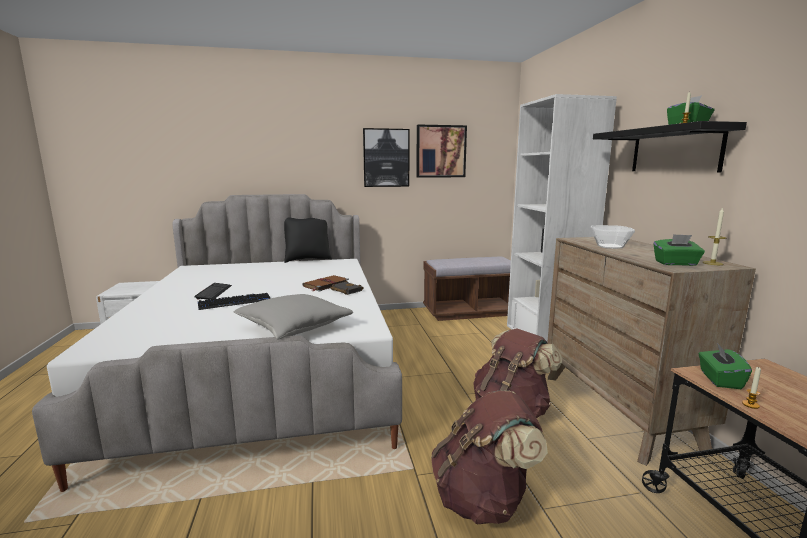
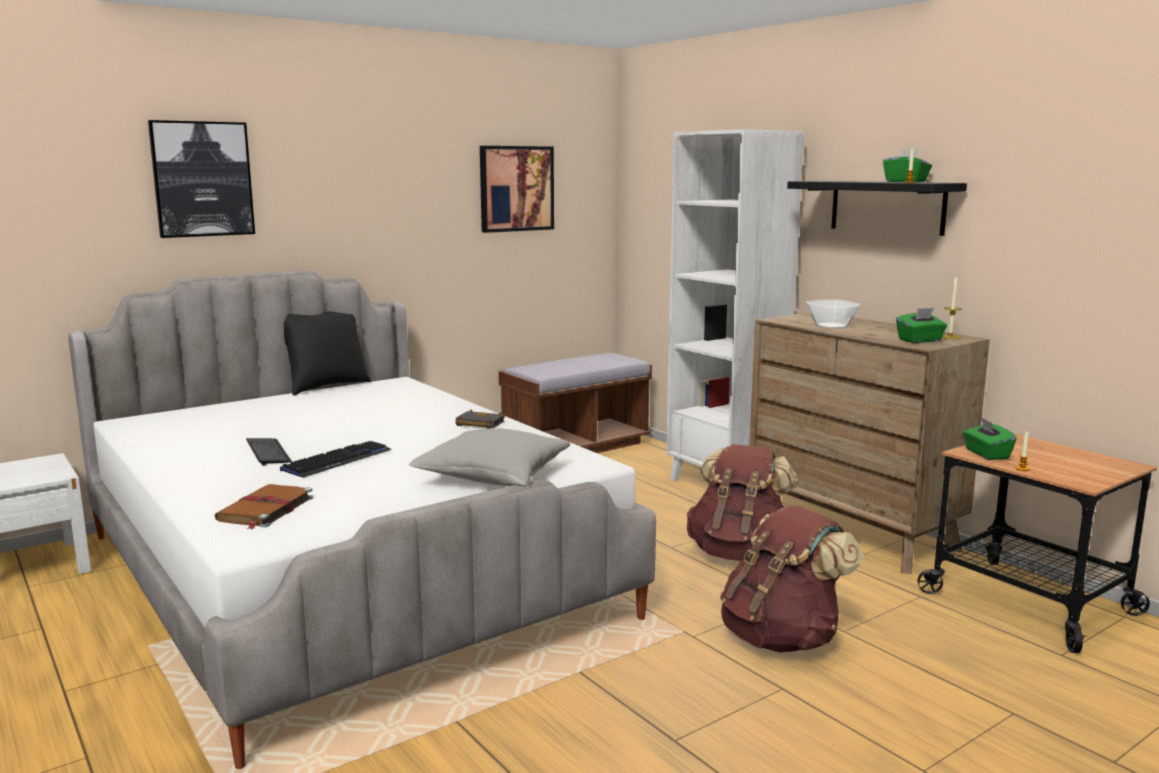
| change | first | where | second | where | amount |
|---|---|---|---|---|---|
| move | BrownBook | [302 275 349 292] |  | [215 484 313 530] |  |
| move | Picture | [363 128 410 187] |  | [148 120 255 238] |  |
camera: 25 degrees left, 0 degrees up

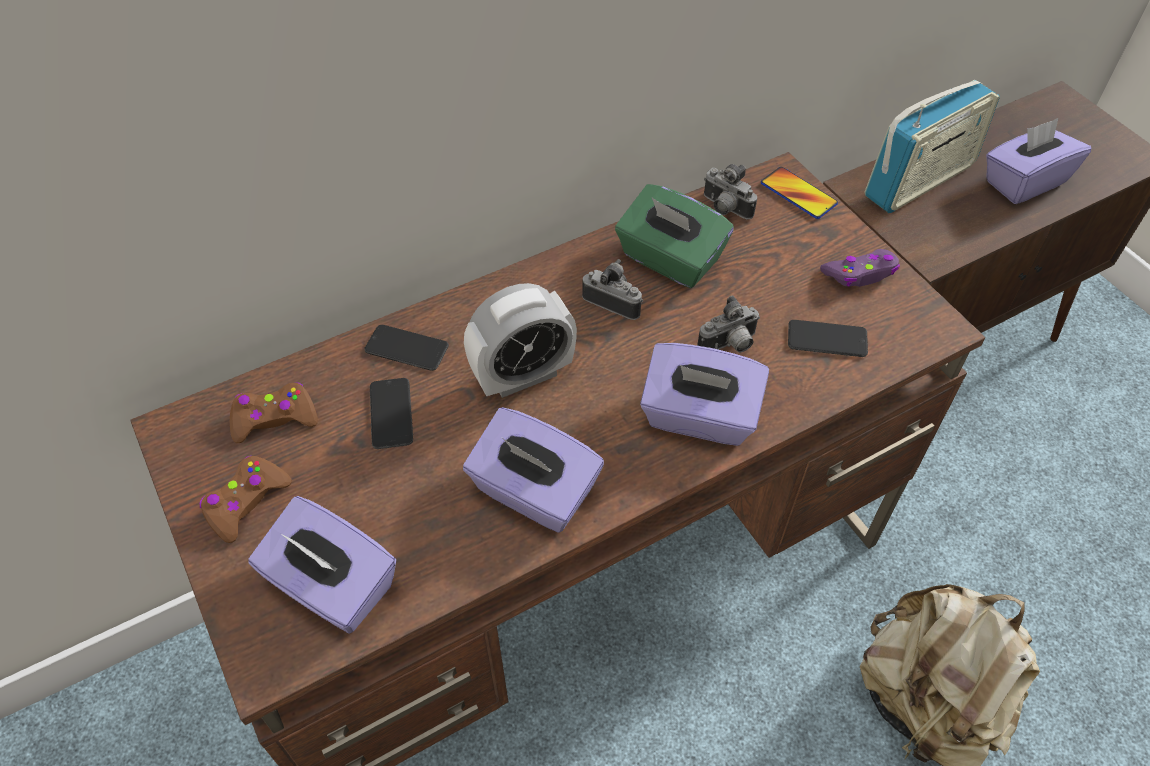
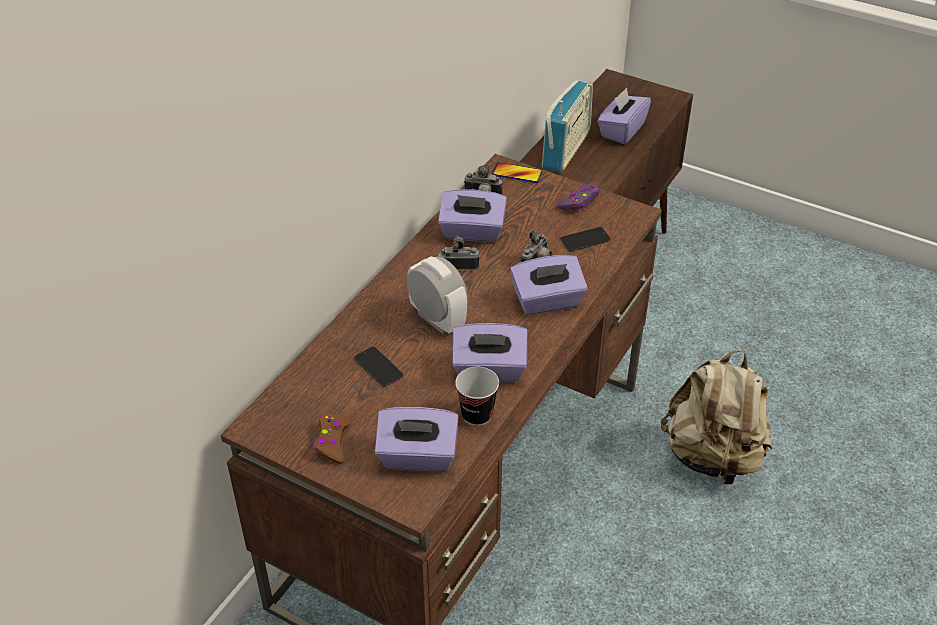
| change | first | where | second | where | amount |
|---|---|---|---|---|---|
| delete | BrownGameController | [230 382 318 443] |  |  |  |
| delete | Phone | [364 325 449 371] |  |  |  |
| insert |  |  | Cup | [455 367 499 426] |  |
| recolor | GreenTissueBox | [615 184 734 288] | PurpleTissueBox | [438 189 507 242] |  |
| rotate | AlarmClock | [464 283 577 398] |  | [407 256 468 334] | 75 degrees counterclockwise |
camera: 30 degrees left, 10 degrees down

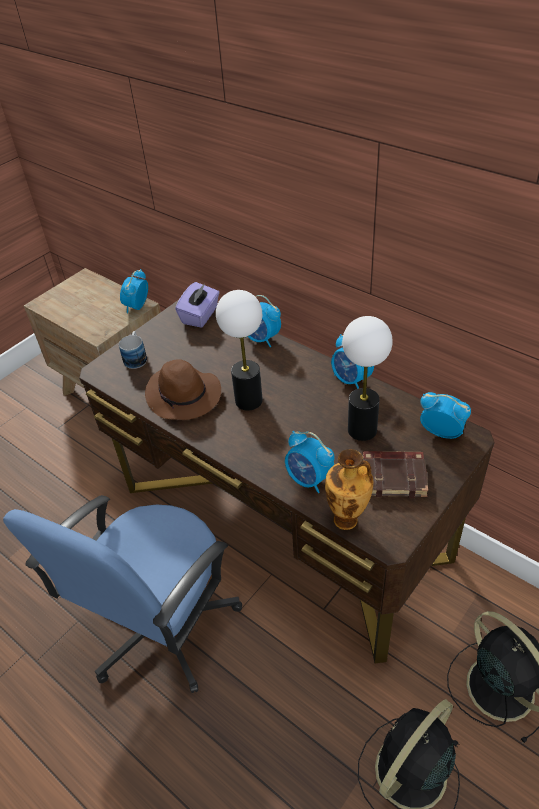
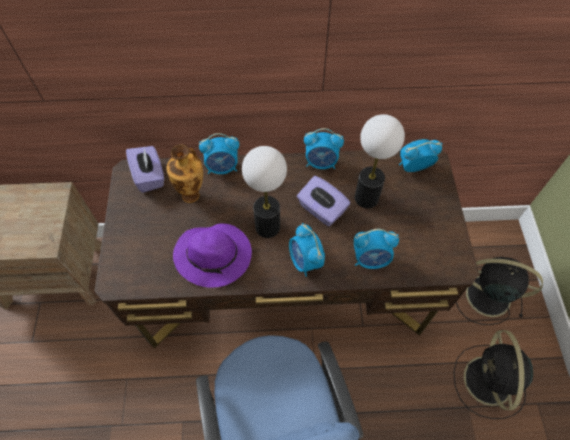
| change | first | where | second | where | amount |
|---|---|---|---|---|---|
| delete | Mug | [119 331 147 369] |  |  |  |
| delete | BrownBook | [363 451 428 498] |  |  |  |
| insert |  |  | PurpleTissueBox | [297 176 350 227] |  |
| move | AlarmClock | [120 269 148 313] |  | [289 223 325 277] |  |
| move | Vase | [325 449 373 530] |  | [166 144 203 203] |  |
| recolor | BrownHat | [145 359 221 420] | PurpleHat | [173 223 252 288] |  |
camera: 45 degrees left, 15 degrees up

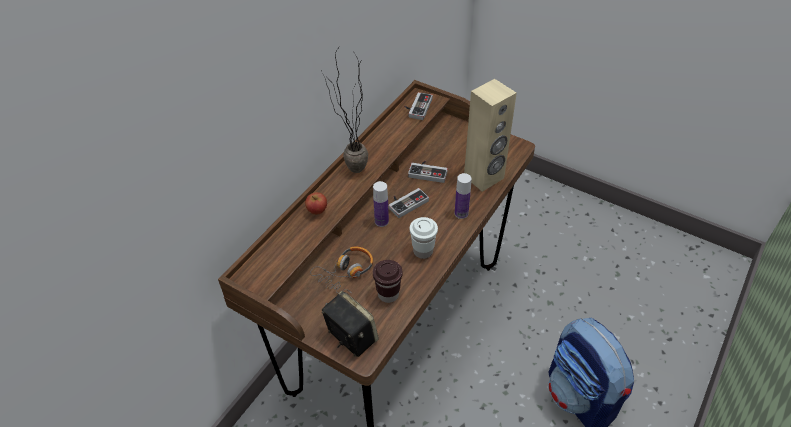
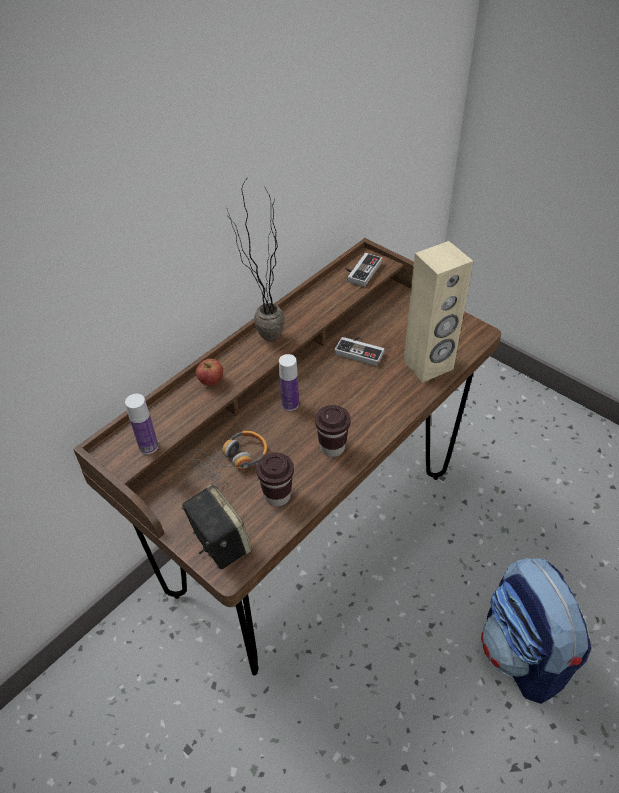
| change | first | where | second | where | amount |
|---|---|---|---|---|---|
| delete | GameController | [389 188 429 218] |  |  |  |
| move | Bottle | [455 173 471 219] |  | [125 394 158 454] |  |
| recolor | WhiteCup | [410 217 438 259] | BrownCup | [315 405 351 457] |  |
camera: 10 degrees right, 0 degrees up

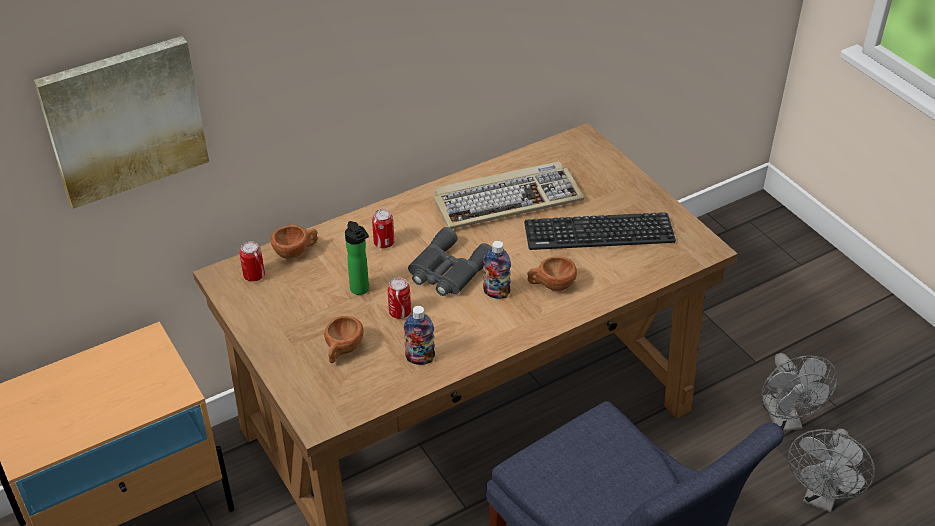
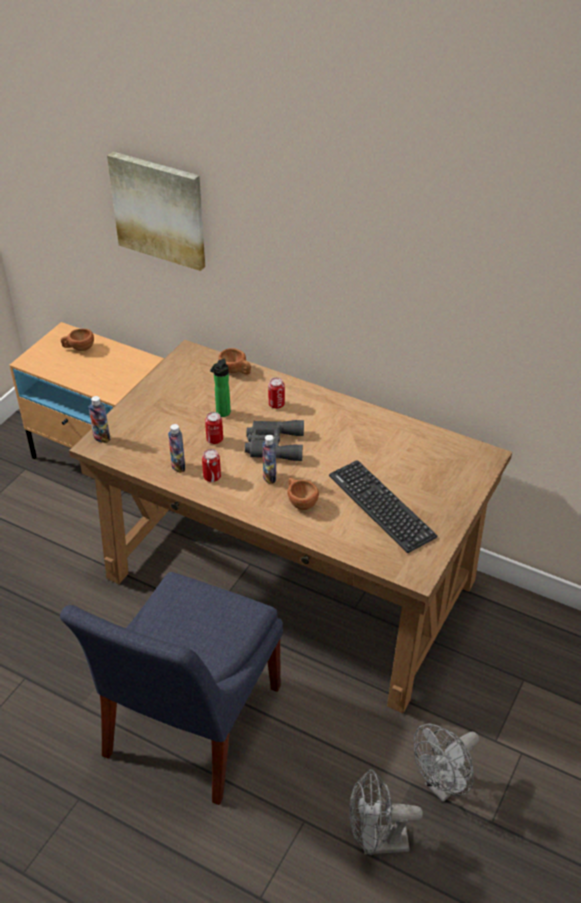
| change | first | where | second | where | amount |
|---|---|---|---|---|---|
| delete | Keyboard | [434 162 584 229] |  |  |  |
| insert |  |  | Bottle | [88 396 110 443] |  |
| move | Can | [240 241 265 282] |  | [202 449 221 482] |  |
| move | BrownCup | [324 316 364 363] |  | [61 329 94 351] |  |
camera: 60 degrees right, 0 degrees up

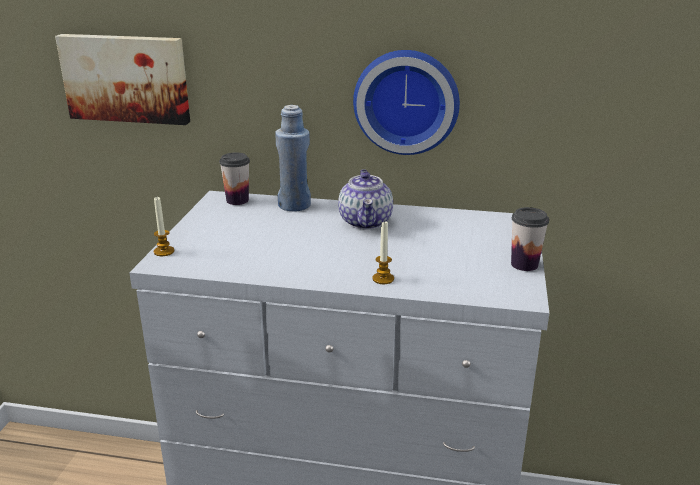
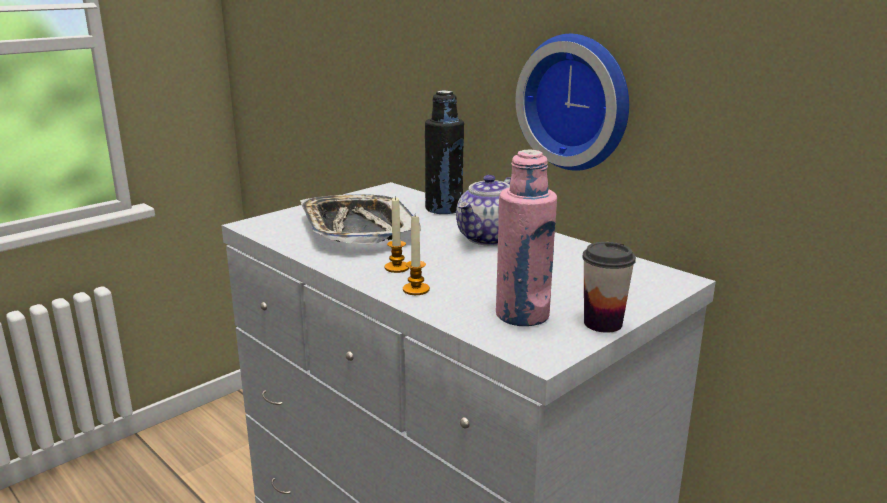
| change | first | where | second | where | amount |
|---|---|---|---|---|---|
| delete | Picture | [55 34 190 125] |  |  |  |
| delete | Cup | [219 152 250 205] |  |  |  |
| insert |  |  | Tray | [300 194 421 244] |  |
| insert |  |  | PinkBottle | [496 149 557 326] |  |
| move | Candle | [154 197 174 256] |  | [385 196 409 273] |  |
| recolor | BlueBottle | [275 105 311 211] | BlackBottle | [425 91 464 214] |  |
camera: 35 degrees right, 5 degrees down

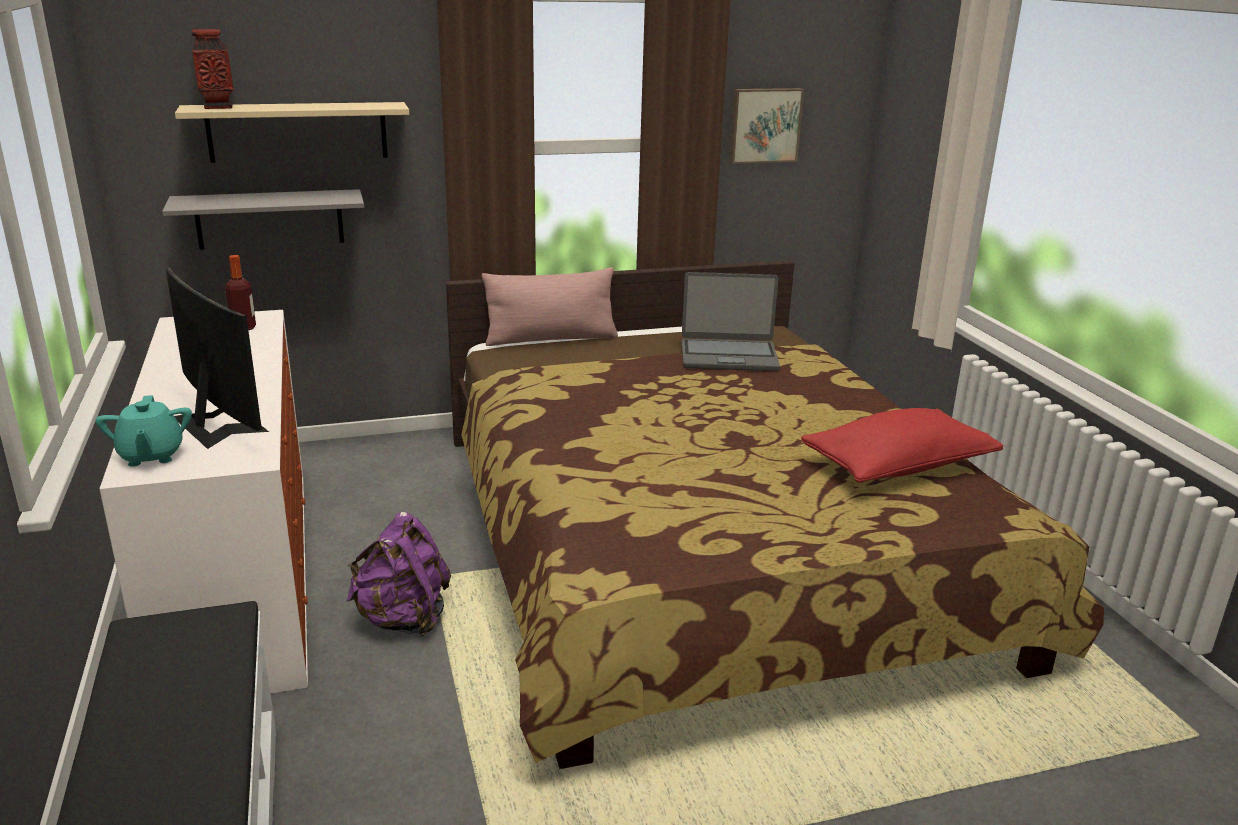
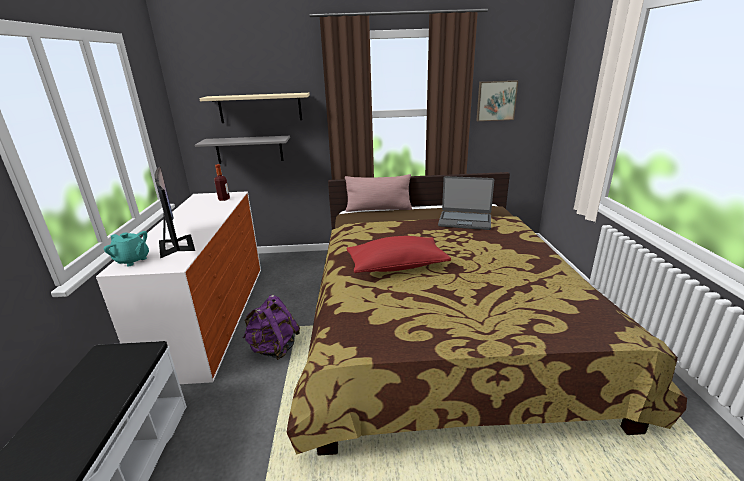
| change | first | where | second | where | amount |
|---|---|---|---|---|---|
| delete | Vase | [191 29 233 109] |  |  |  |
| move | RedPillow | [801 408 1003 483] |  | [346 236 451 273] |  |
| rotate | TurquoiseTeapot | [95 395 192 467] |  | [104 231 149 266] | 60 degrees counterclockwise |
camera: 15 degrees right, 0 degrees up

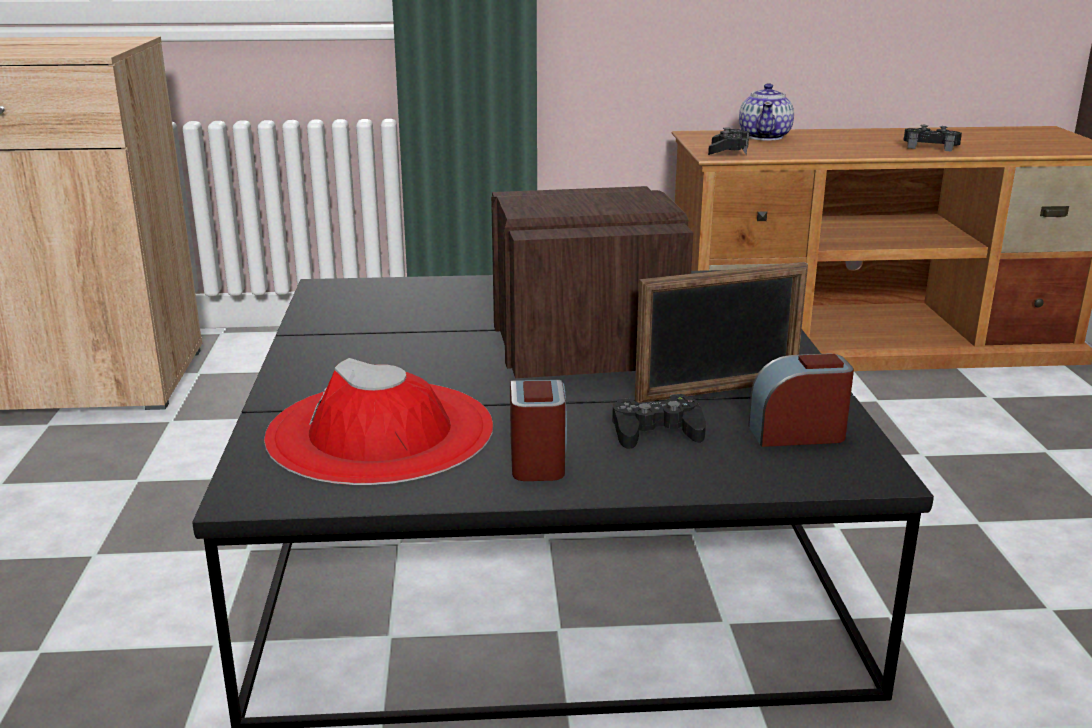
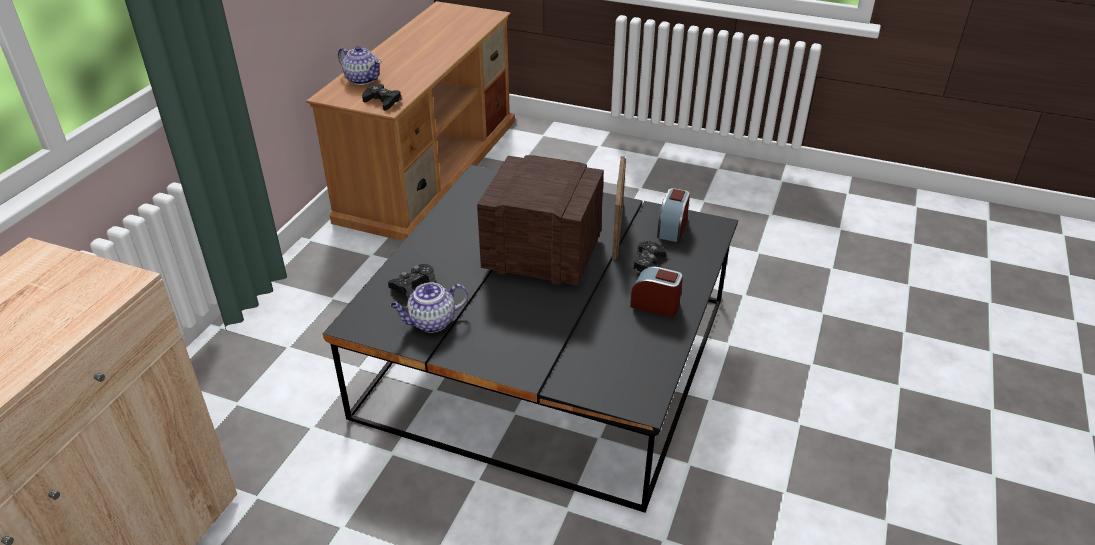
| change | first | where | second | where | amount |
|---|---|---|---|---|---|
| delete | RedHat | [264 358 493 485] |  |  |  |
| insert |  |  | Teapot | [390 282 468 333] |  |
| move | BlackGameController | [903 125 962 152] |  | [388 264 435 299] |  |
camera: 65 degrees left, 15 degrees up

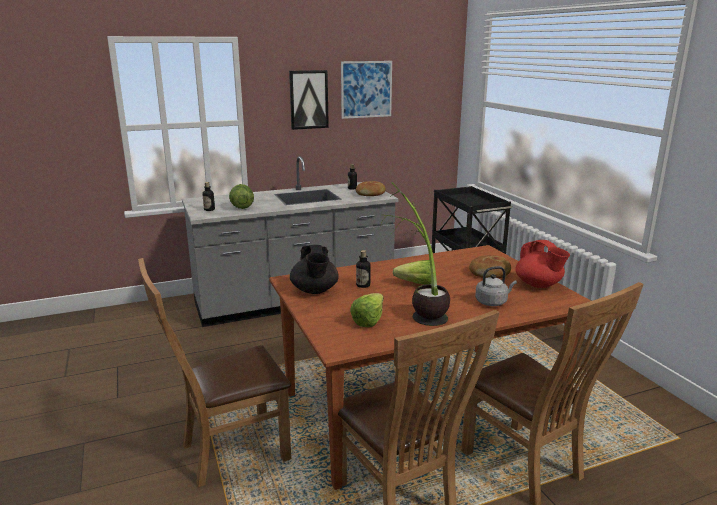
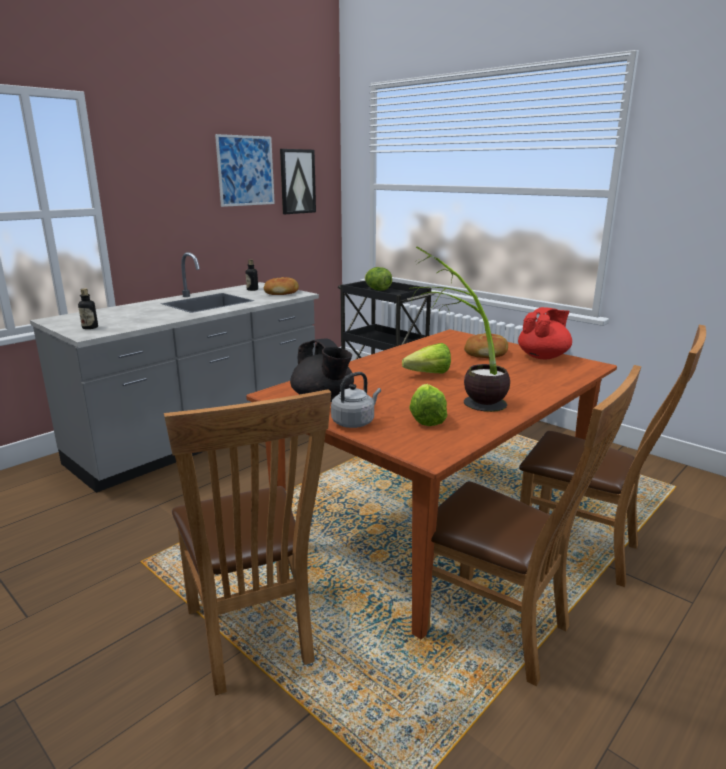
| change | first | where | second | where | amount |
|---|---|---|---|---|---|
| delete | Bottle | [356 250 371 288] |  |  |  |
| move | Lettuce | [229 184 254 209] |  | [365 267 392 291] |  |
| move | Picture | [289 70 329 130] |  | [280 149 316 214] |  |
| move | GreyKettle | [475 266 517 306] |  | [331 372 381 428] |  |
| rotate | BrownChair | [138 258 291 487] |  | [164 389 331 696] | 60 degrees counterclockwise |
| rotate | RedTeapot | [516 240 570 288] |  | [518 307 572 360] | 75 degrees counterclockwise |
camera: 25 degrees left, 0 degrees up

